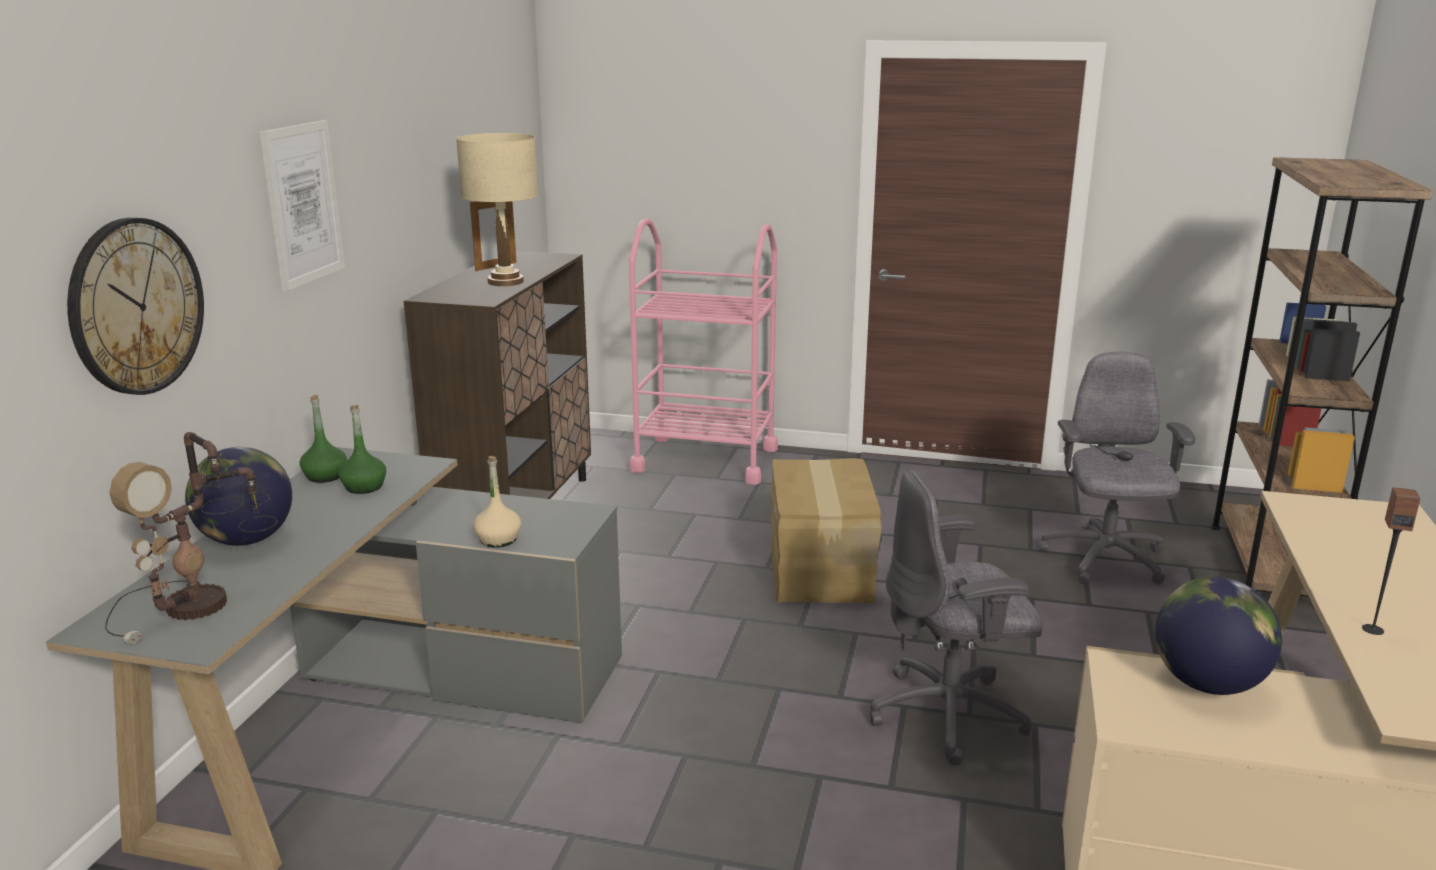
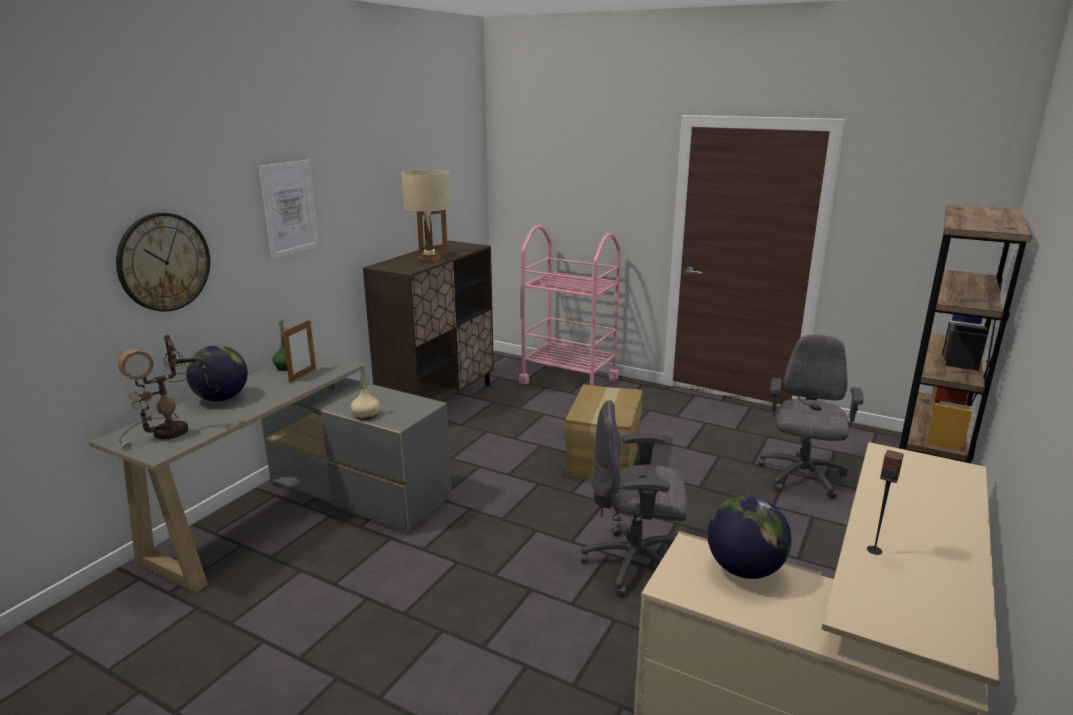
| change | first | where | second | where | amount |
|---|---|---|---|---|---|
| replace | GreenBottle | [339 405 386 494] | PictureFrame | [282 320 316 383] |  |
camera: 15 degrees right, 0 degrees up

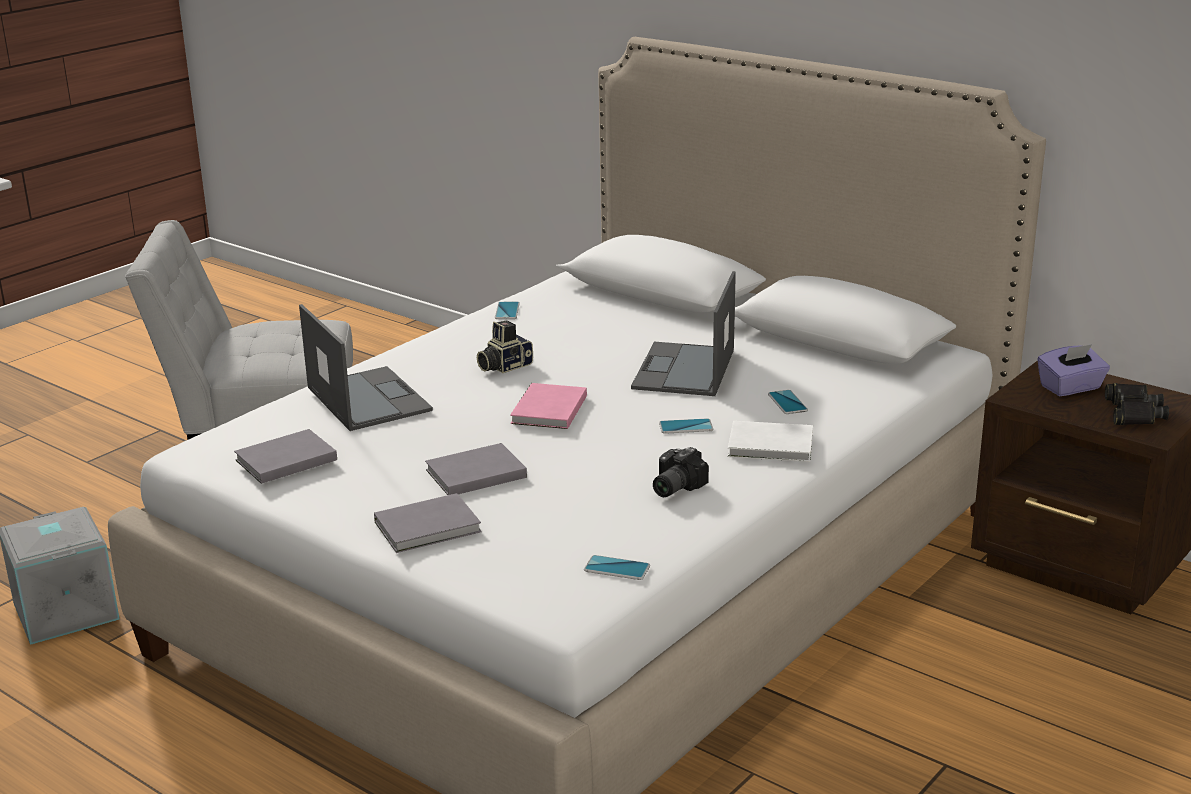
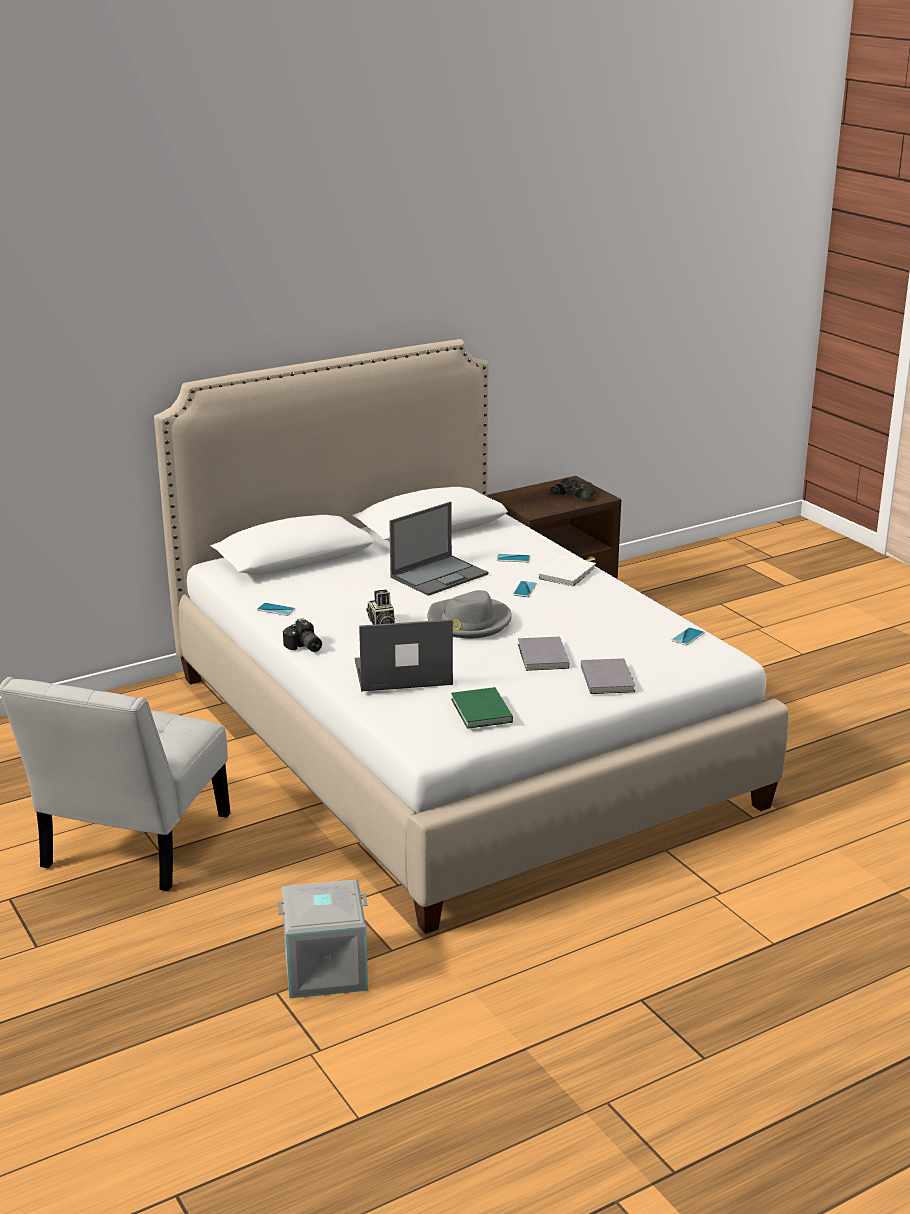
| change | first | where | second | where | amount |
|---|---|---|---|---|---|
| delete | PurpleTissueBox | [1037 344 1110 396] |  |  |  |
| move | PhotoCamera | [653 447 709 497] |  | [283 618 322 652] |  |
| replace | PinkBook | [510 383 587 429] | GreyHat | [427 590 512 638] |  |
| recolor | GreyBook | [234 429 337 484] | GreenBook | [451 687 513 729] |  |
| rotate | Laptop | [631 271 736 396] |  | [389 502 488 596] | 75 degrees counterclockwise |
camera: 70 degrees left, 0 degrees up

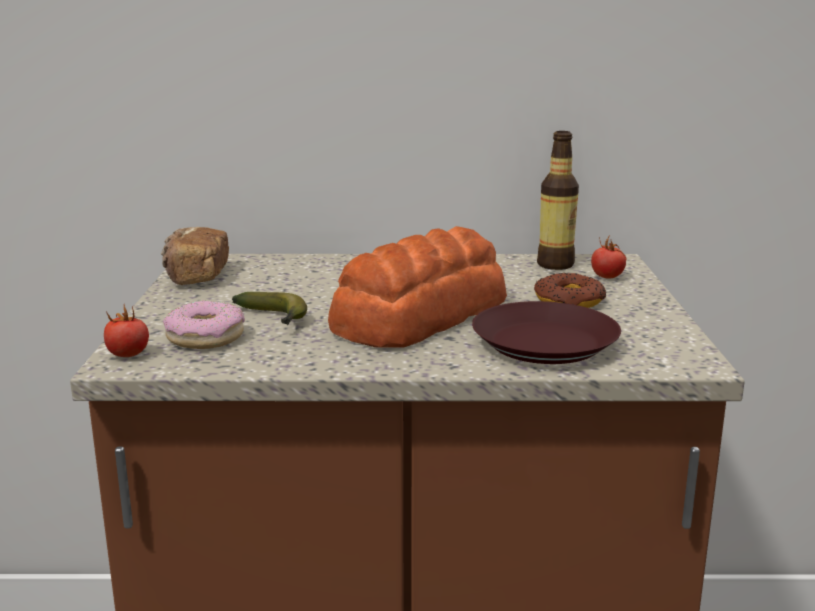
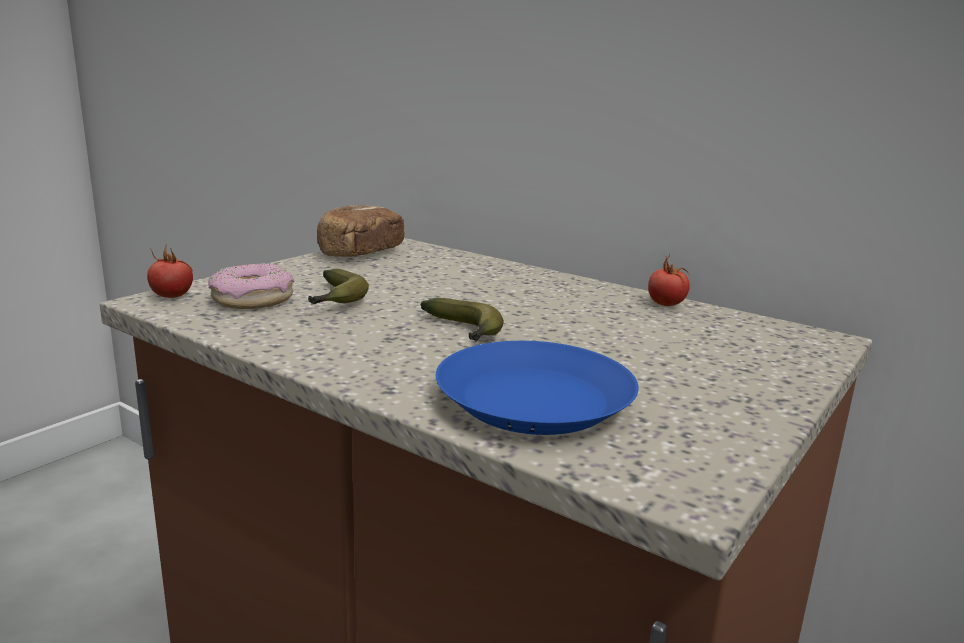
| change | first | where | second | where | amount |
|---|---|---|---|---|---|
| delete | Donut | [534 273 606 308] |  |  |  |
| delete | Bottle | [537 131 579 270] |  |  |  |
| move | Tomato | [591 235 627 279] |  | [648 255 690 306] |  |
| replace | Bread | [328 226 507 348] | Banana | [421 298 504 342] |  |
| recolor | BrownPlate | [472 301 621 364] | BluePlate | [436 341 639 435] |  |
camera: 35 degrees right, 0 degrees up

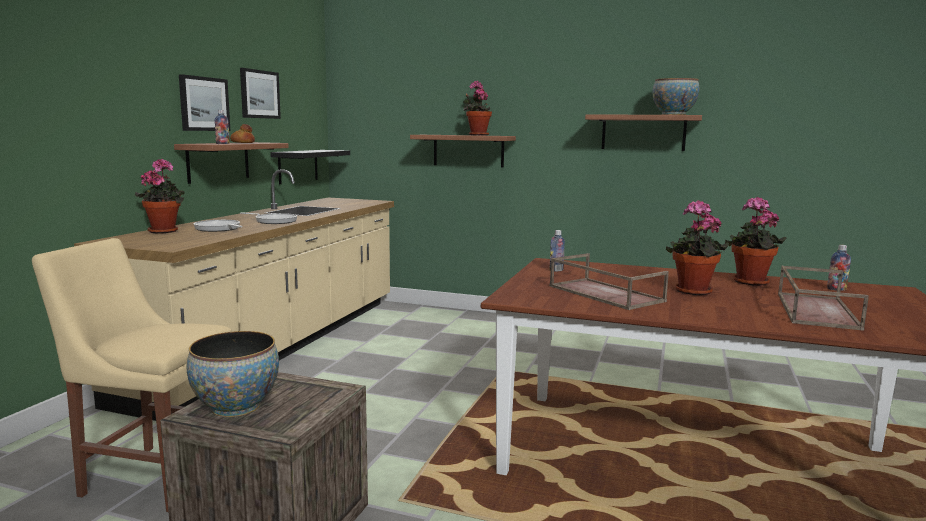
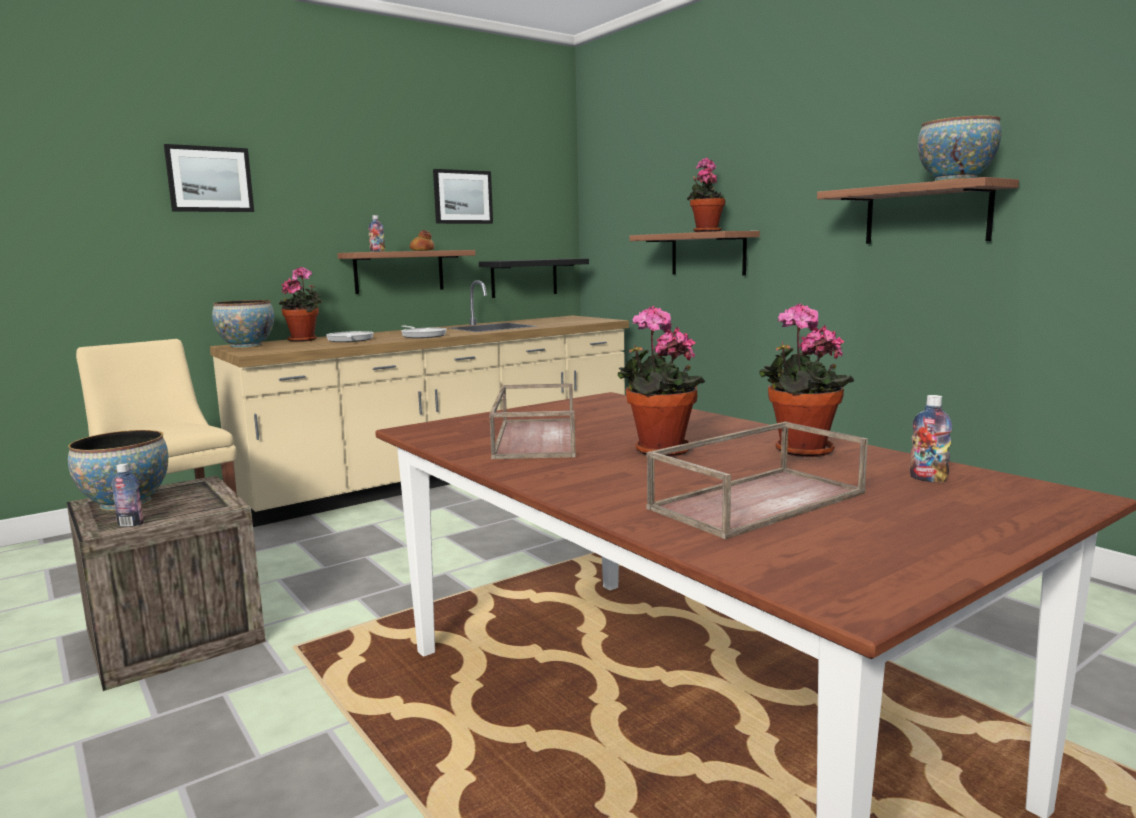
| change | first | where | second | where | amount |
|---|---|---|---|---|---|
| insert |  |  | Bowl | [212 300 274 348] |  |
| move | Picture | [179 74 231 131] |  | [164 144 254 212] |  |
| move | Bottle | [550 230 565 272] |  | [112 463 144 527] |  |
camera: 35 degrees right, 0 degrees up

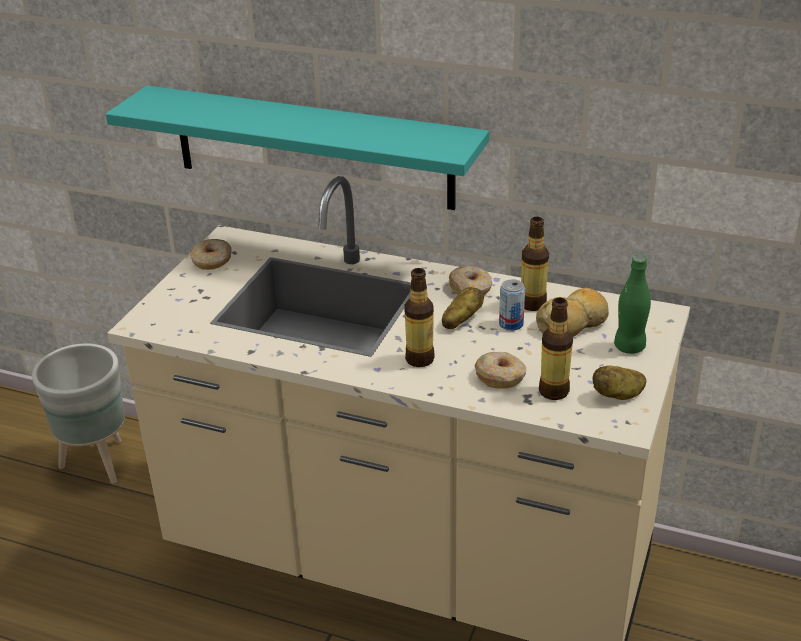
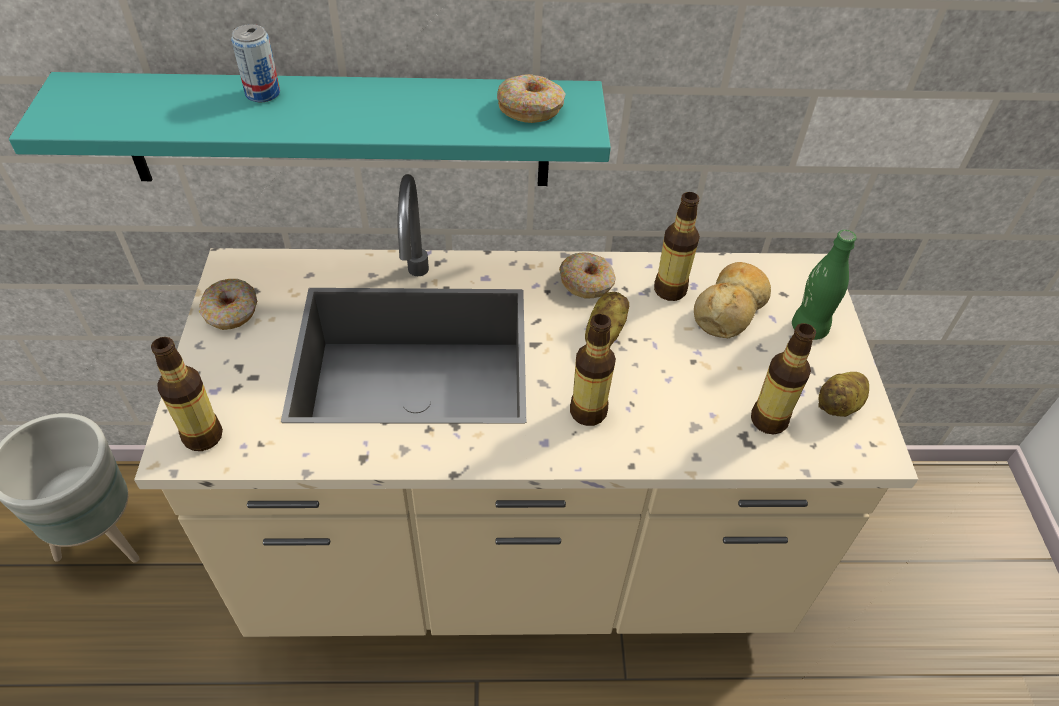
| change | first | where | second | where | amount |
|---|---|---|---|---|---|
| insert |  |  | Bottle | [151 337 223 451] |  |
| move | Donut | [475 352 526 389] |  | [497 74 566 123] |  |
| move | Can | [499 279 525 331] |  | [231 24 280 102] |  |
camera: 25 degrees left, 15 degrees up

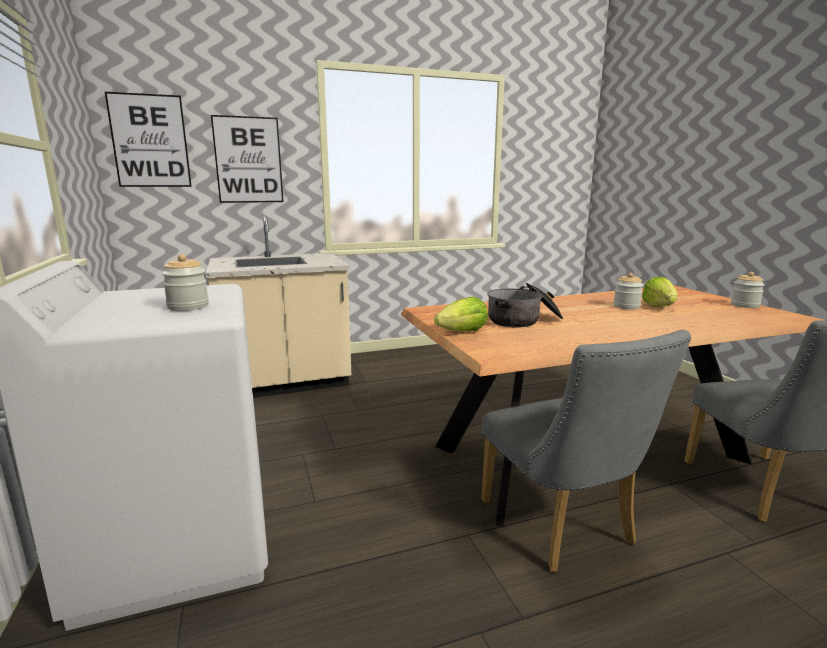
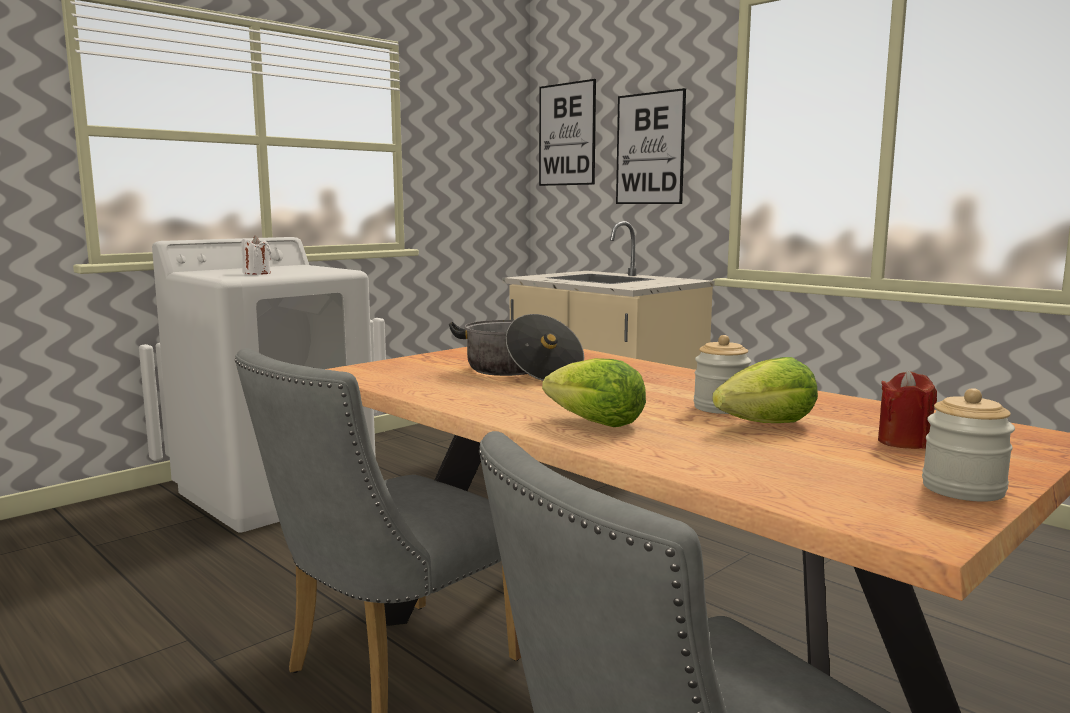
| change | first | where | second | where | amount |
|---|---|---|---|---|---|
| insert |  |  | RedCandle | [878 370 937 449] |  |
| move | Lettuce | [434 297 488 332] |  | [542 358 646 427] |  |
| replace | Jar | [162 254 209 311] | WhiteCandle | [241 236 271 275] |  |
camera: 65 degrees right, 5 degrees down

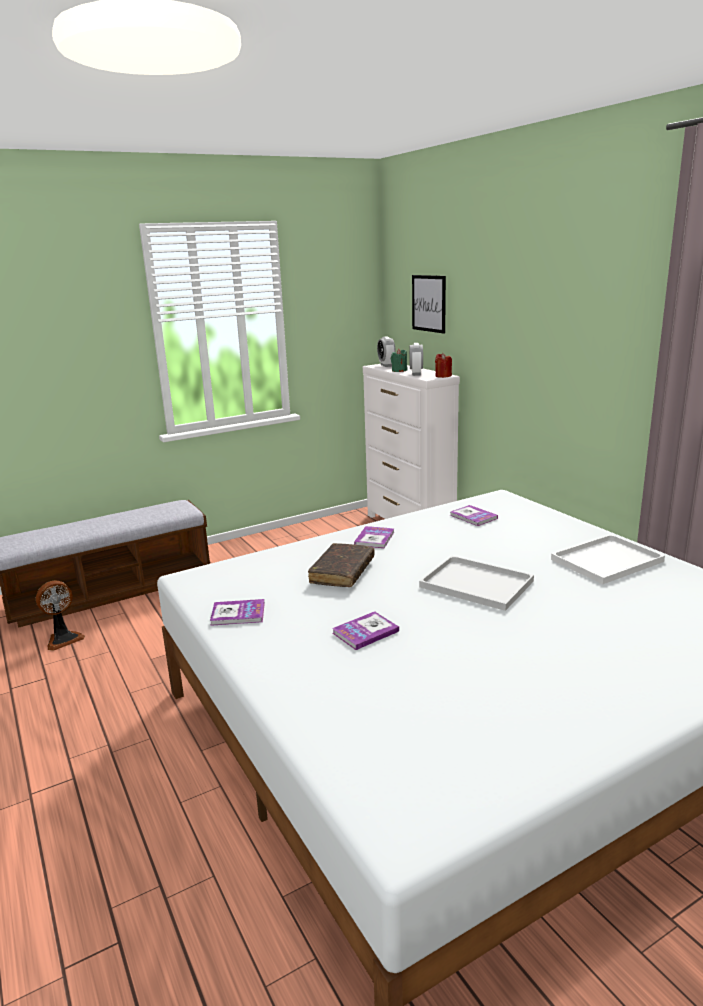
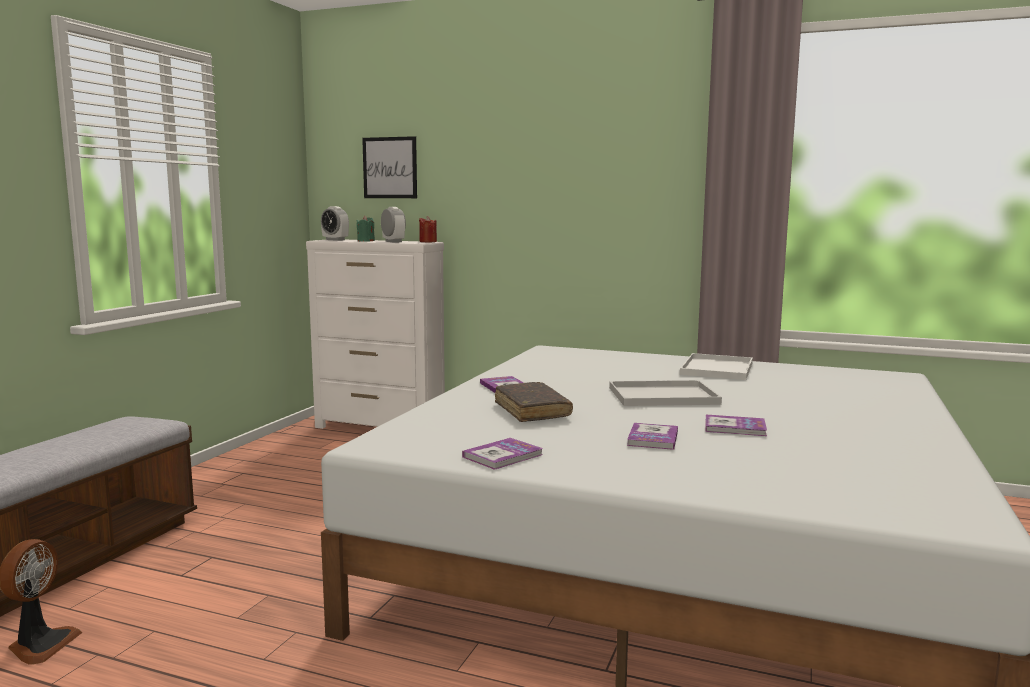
| change | first | where | second | where | amount |
|---|---|---|---|---|---|
| move | Book | [450 505 498 526] |  | [705 415 767 436] |  |
camera: 40 degrees left, 10 degrees down

